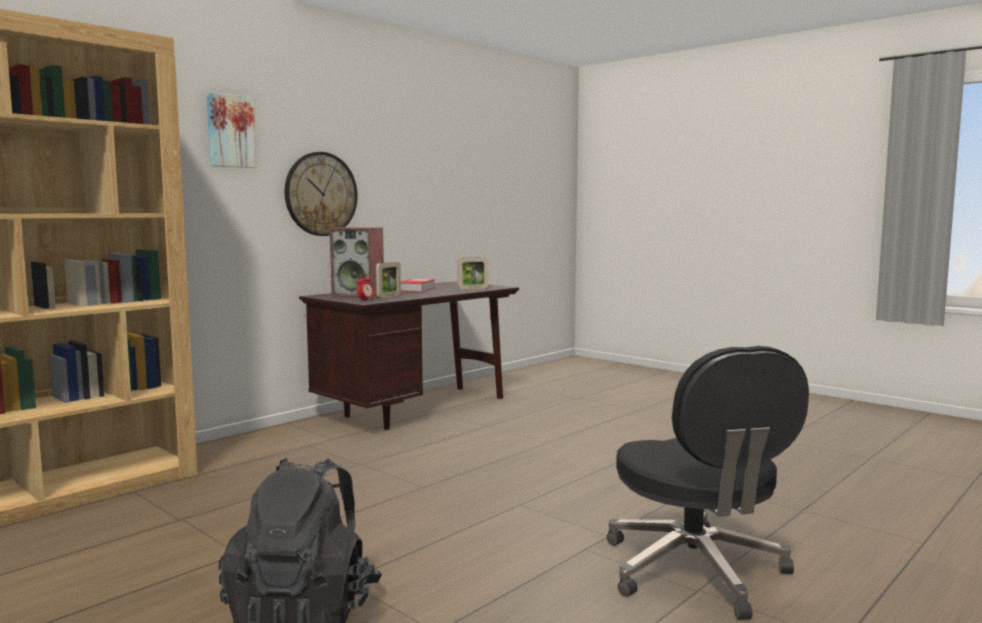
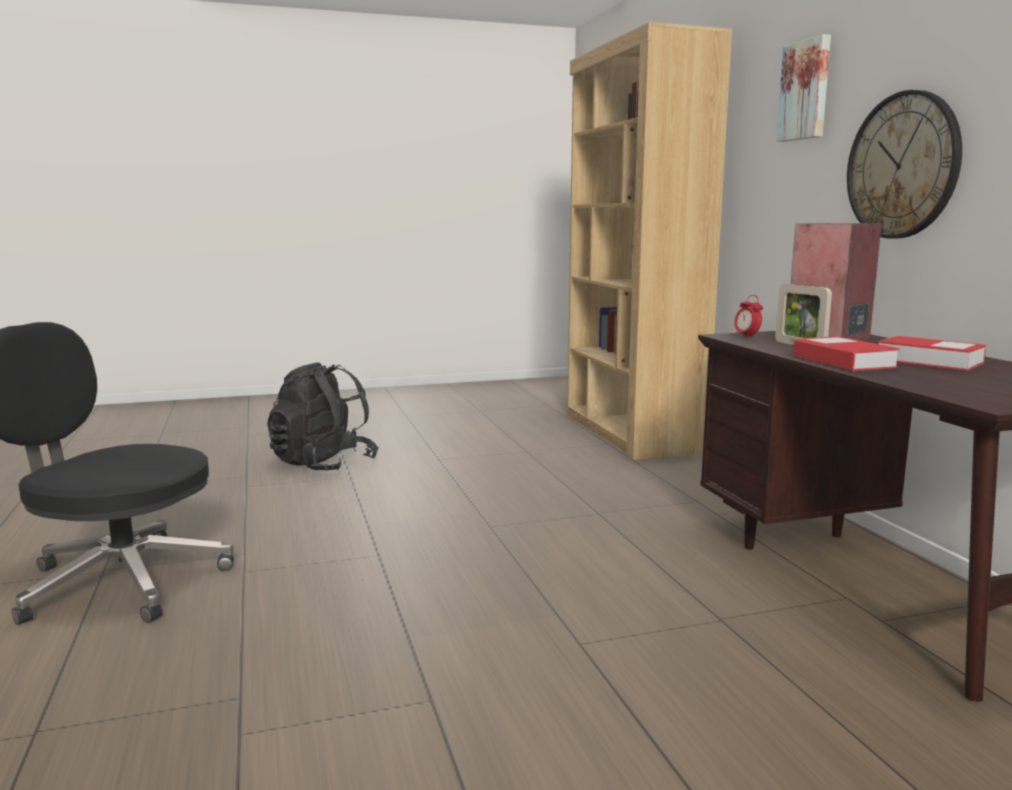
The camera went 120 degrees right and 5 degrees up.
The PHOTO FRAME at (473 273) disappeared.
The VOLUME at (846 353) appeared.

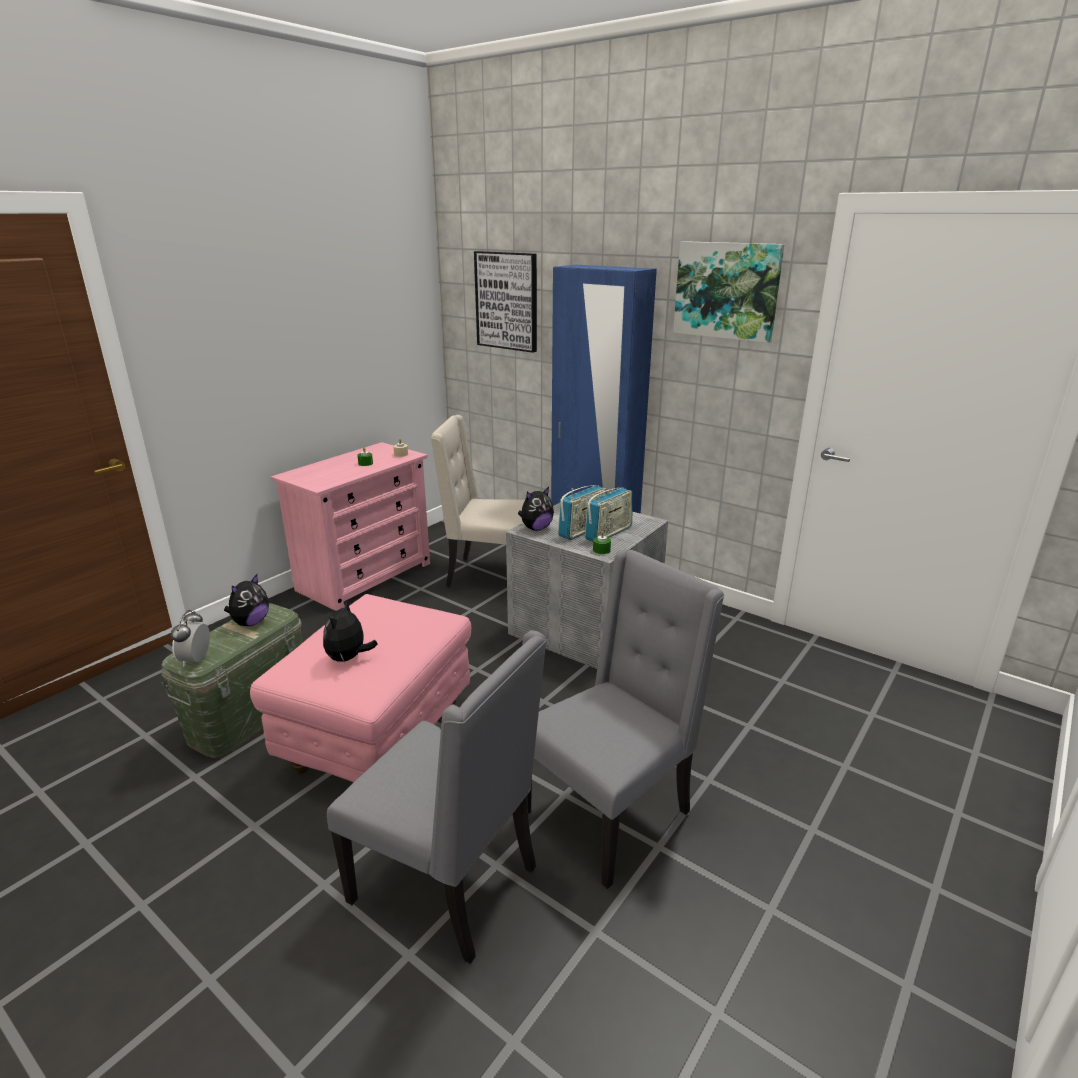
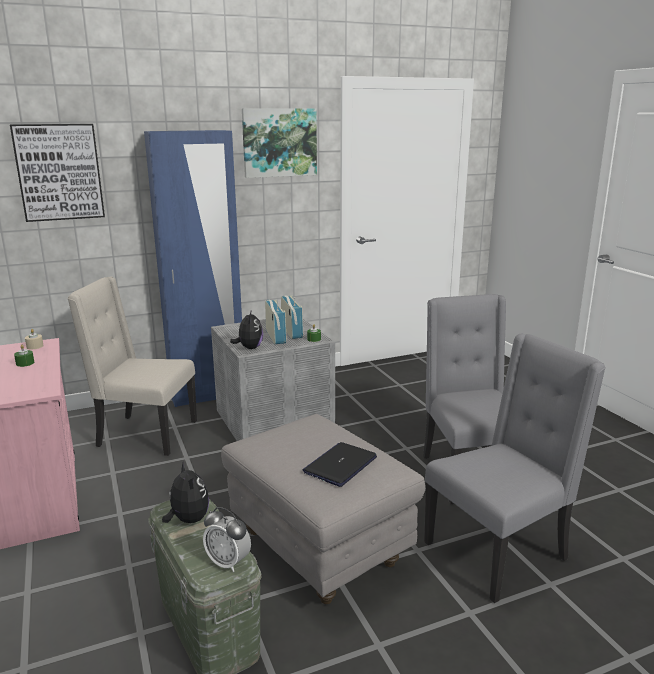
The camera went 60 degrees left and 5 degrees down.
The BEIGE CHAIR at (478 501) turned 60 degrees clockwise.
The PINKISH POUFFE at (360 688) became the GREYISH POUFFE at (323 509).
The CUDDLY TOY at (350 631) was replaced by the PORTABLE COMPUTER at (340 464).

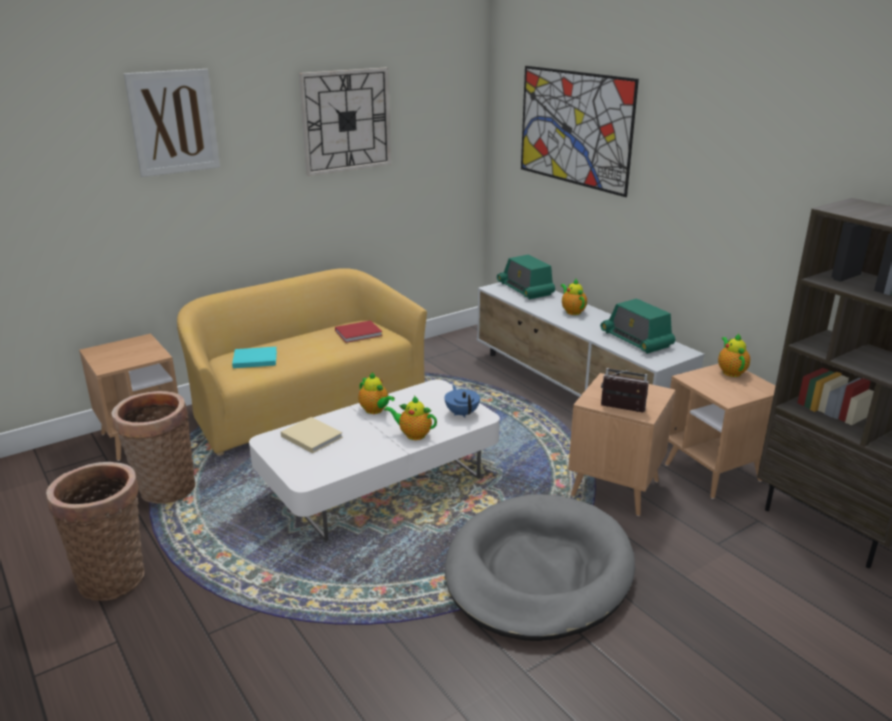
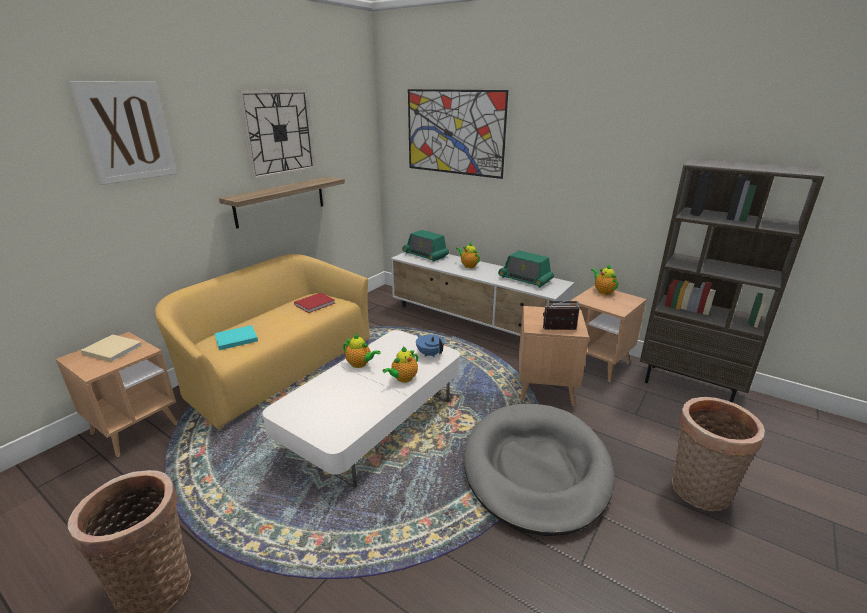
The camera went 20 degrees left and 0 degrees up.
The STORAGE BASKET moved from (153 447) to (718 454).
The POT FOR TEA at (410 418) turned 45 degrees counterclockwise.
The BEIGE VOLUME moved from (312 435) to (112 348).
The WALL SHELF at (282 203) appeared.

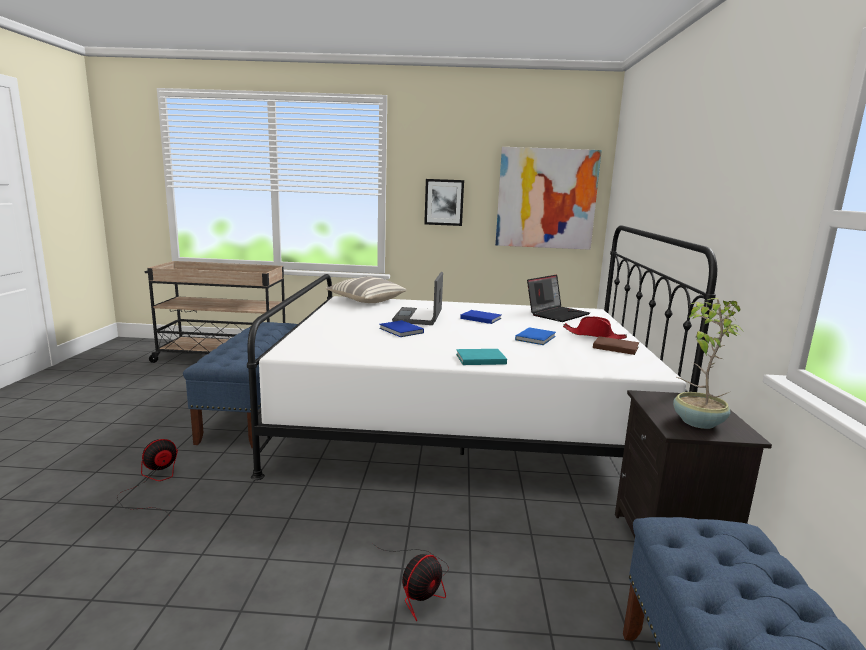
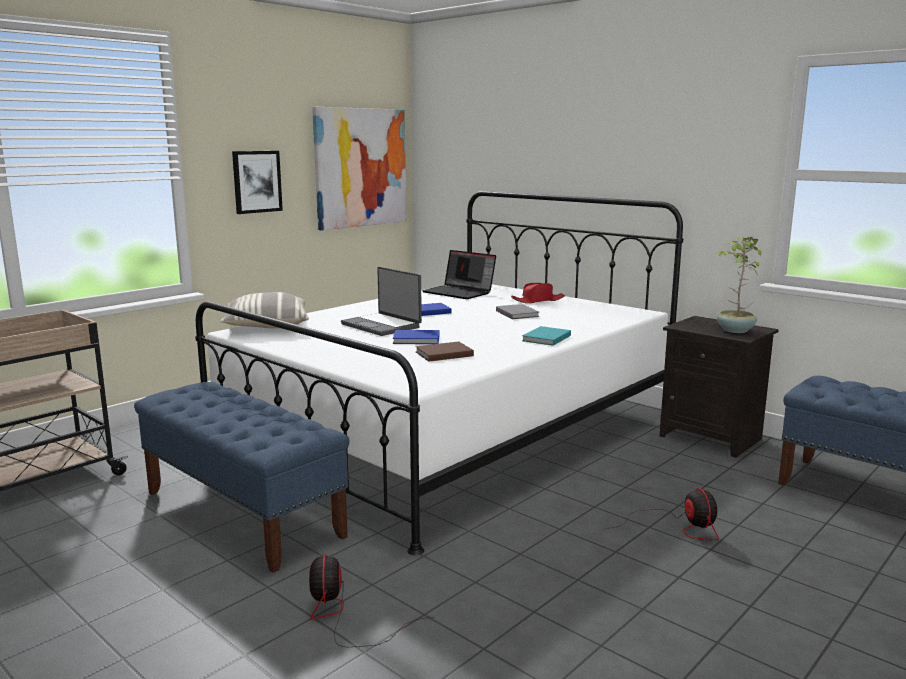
The camera went 50 degrees left and 0 degrees up.
The PORTABLE COMPUTER at (558 298) turned 135 degrees clockwise.
The BLUE-COLOURED VOLUME at (535 336) became the GREYISH VOLUME at (518 311).
The BROWN VOLUME moved from (616 345) to (444 351).

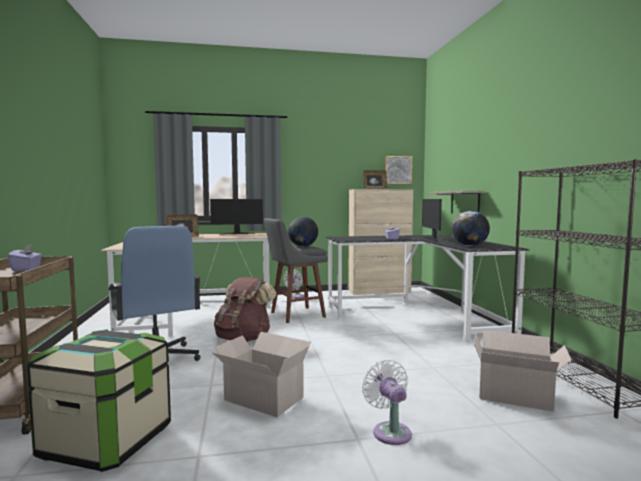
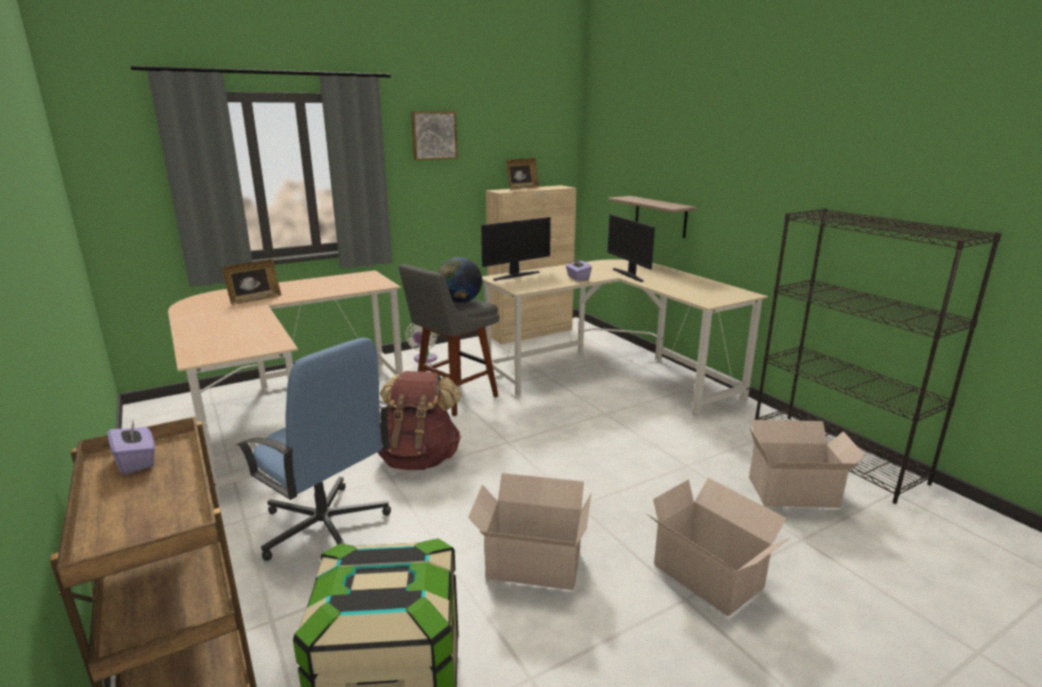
The camera went 20 degrees left and 15 degrees up.
The PICTURE moved from (398 170) to (434 135).
The COMPUTER DISPLAY moved from (236 216) to (516 249).
The DESK GLOBE at (471 228) disappeared.
The BLACK DESK UNIT at (428 289) became the BEIGE DESK UNIT at (625 338).
The WHITISH COOLING FAN at (387 402) was replaced by the CARTON at (718 547).

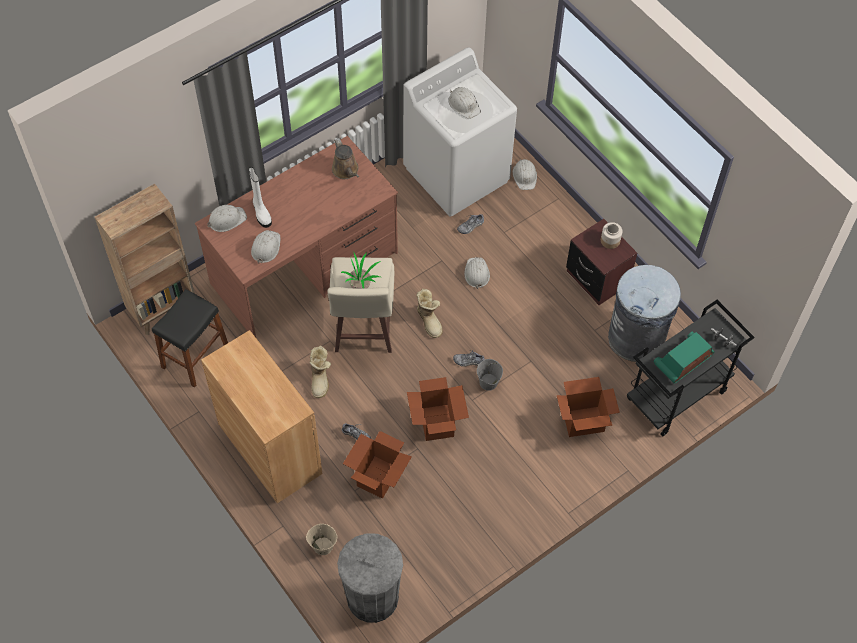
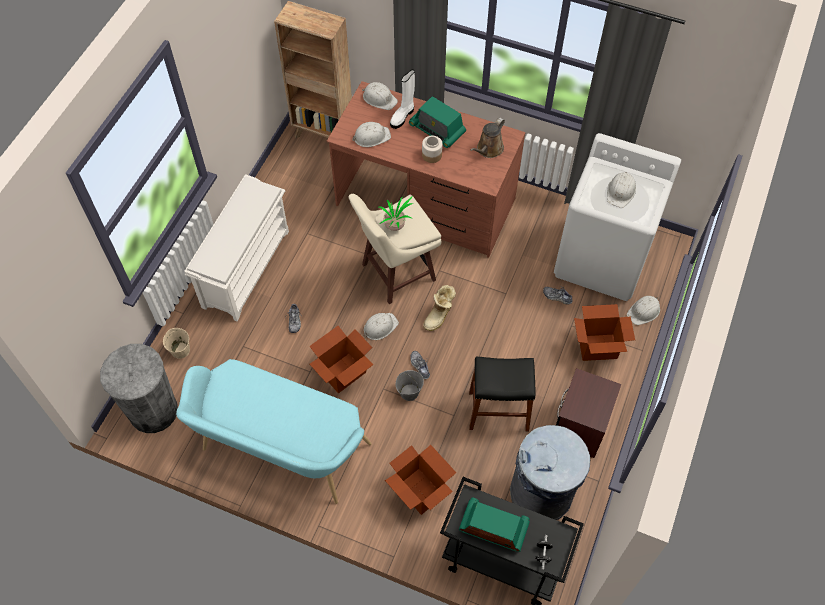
The camera went 60 degrees right and 0 degrees up.
The PRESERVE JAR moved from (611 235) to (432 149).
The WHITISH SAFETY HELMET moved from (477 273) to (381 326).
The BLACK SITTING STOOL moved from (190 338) to (502 394).
The BROWN CABINET at (261 416) was replaced by the WHITISH SHOE RACK at (236 247).
The HIGH-TOP BOOT at (320 372) disappeared.
The CARTON moved from (377 465) to (604 332).
The RADIO RECEIVER at (437 122) appeared.
The TURQUOISE-COLOURED BENCH at (274 431) appeared.

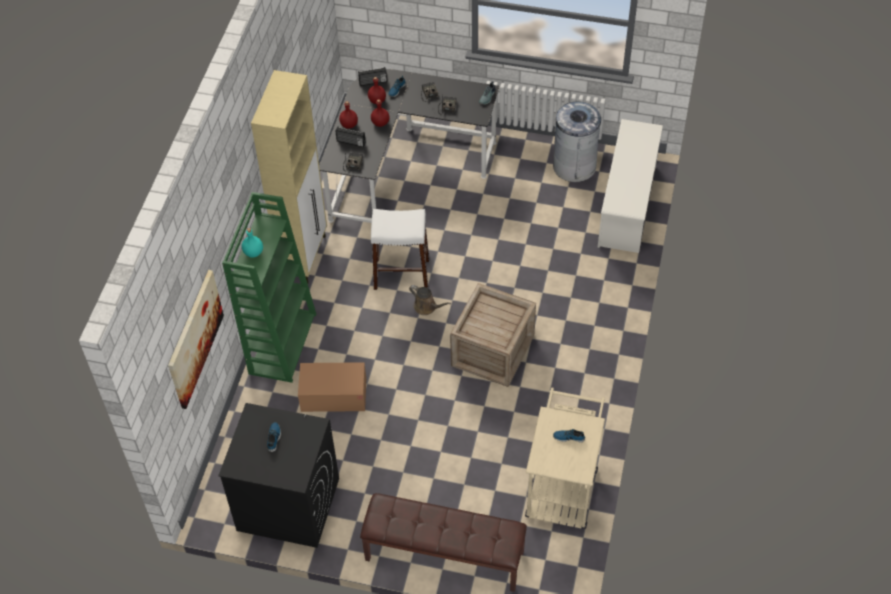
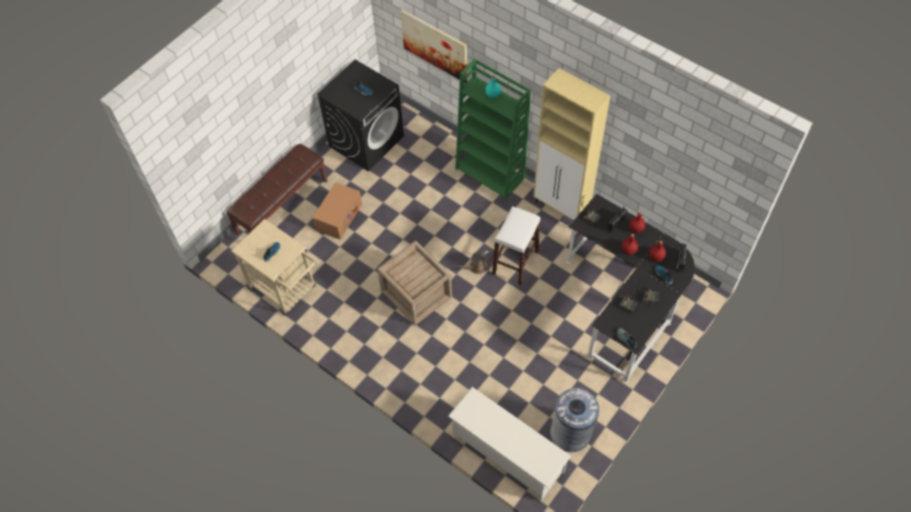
The camera went 115 degrees right and 5 degrees up.
The CARTON moved from (332 387) to (337 211).

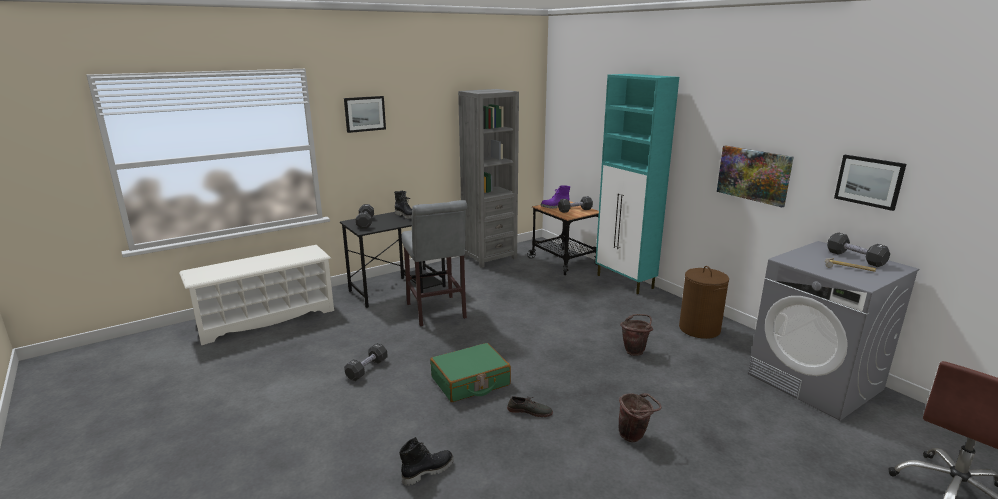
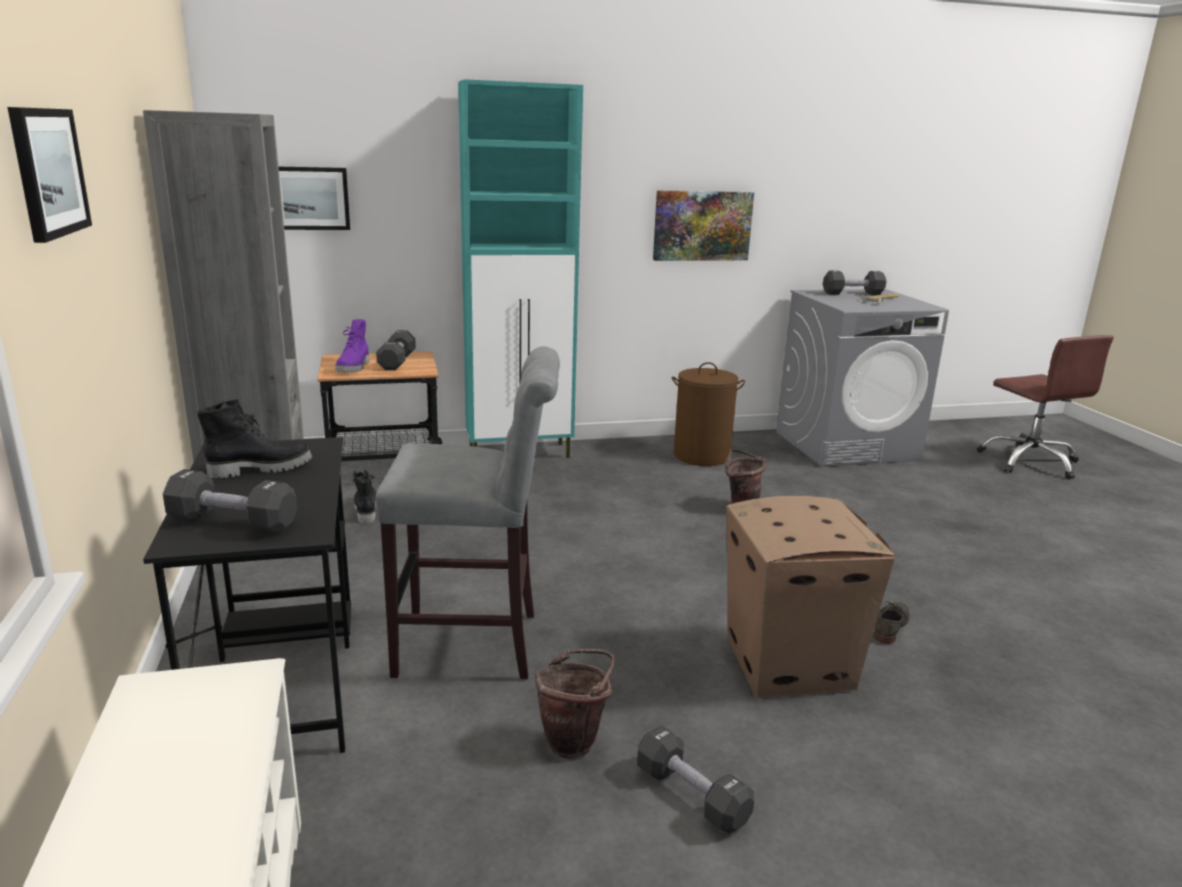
The camera went 70 degrees left and 0 degrees up.
The PICTURE moved from (870 183) to (314 198).
The GREEN-COLOURED TRAVEL CASE at (470 372) was replaced by the CARTON at (811 597).
The BROWN PAIL moved from (640 417) to (575 703).
The BLACK HIGH-TOP BOOT moved from (426 461) to (364 497).

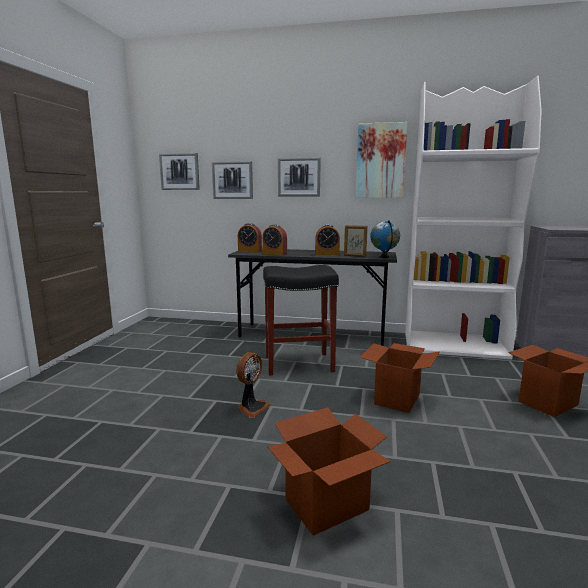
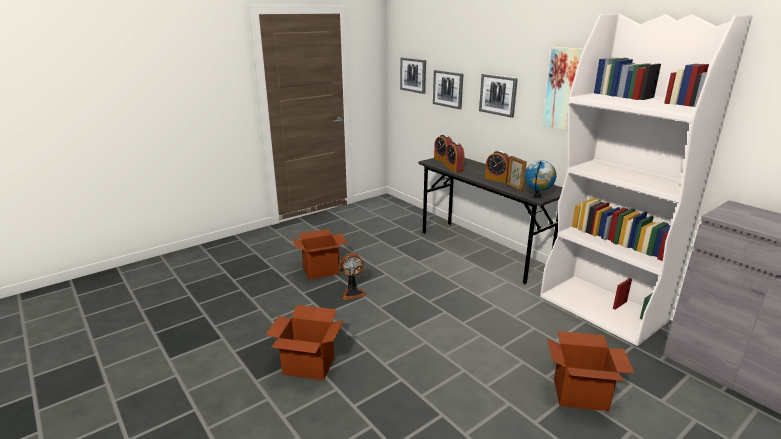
The camera went 40 degrees right and 10 degrees up.
The BLACK SITTING STOOL at (301 320) disappeared.
The CARTON moved from (399 378) to (320 254).

